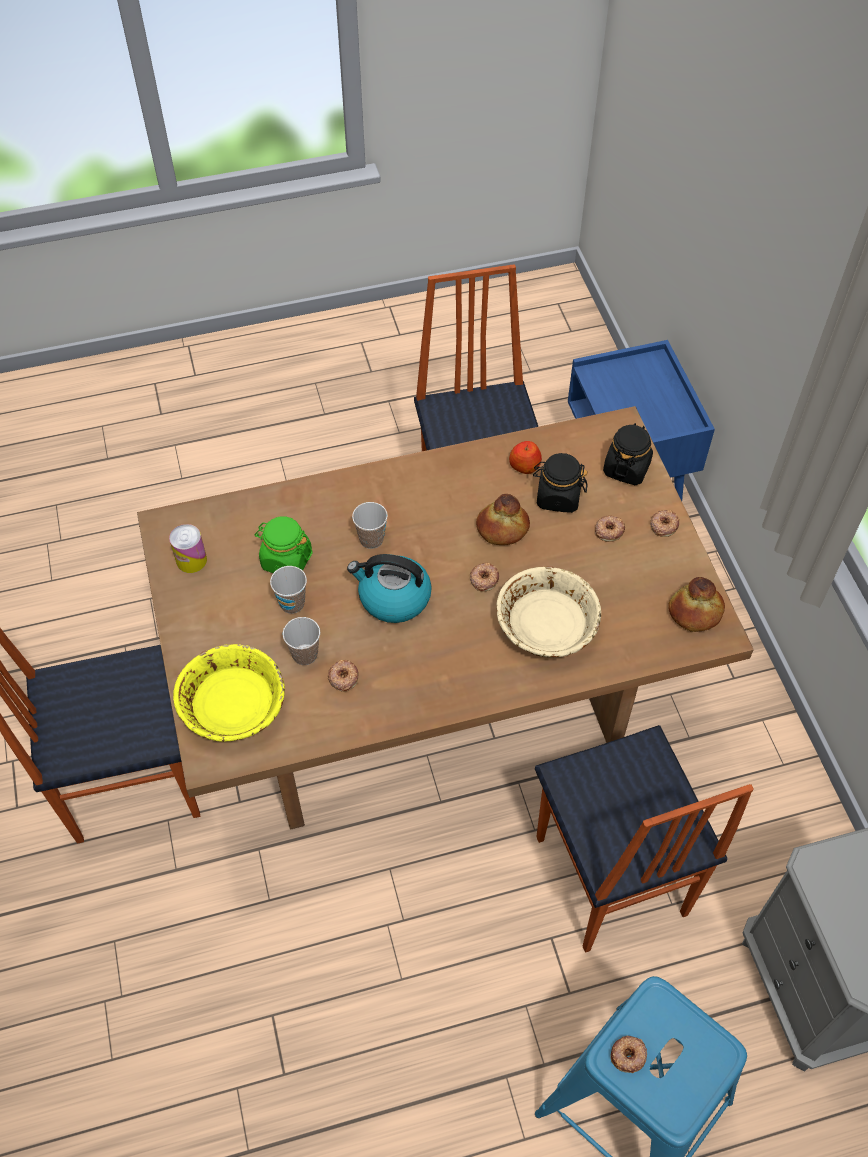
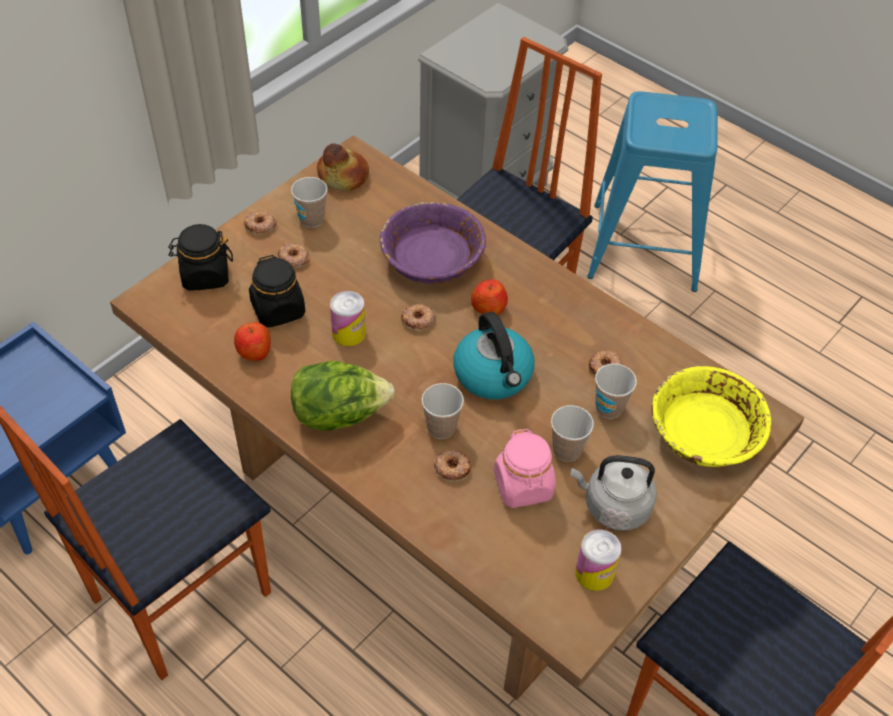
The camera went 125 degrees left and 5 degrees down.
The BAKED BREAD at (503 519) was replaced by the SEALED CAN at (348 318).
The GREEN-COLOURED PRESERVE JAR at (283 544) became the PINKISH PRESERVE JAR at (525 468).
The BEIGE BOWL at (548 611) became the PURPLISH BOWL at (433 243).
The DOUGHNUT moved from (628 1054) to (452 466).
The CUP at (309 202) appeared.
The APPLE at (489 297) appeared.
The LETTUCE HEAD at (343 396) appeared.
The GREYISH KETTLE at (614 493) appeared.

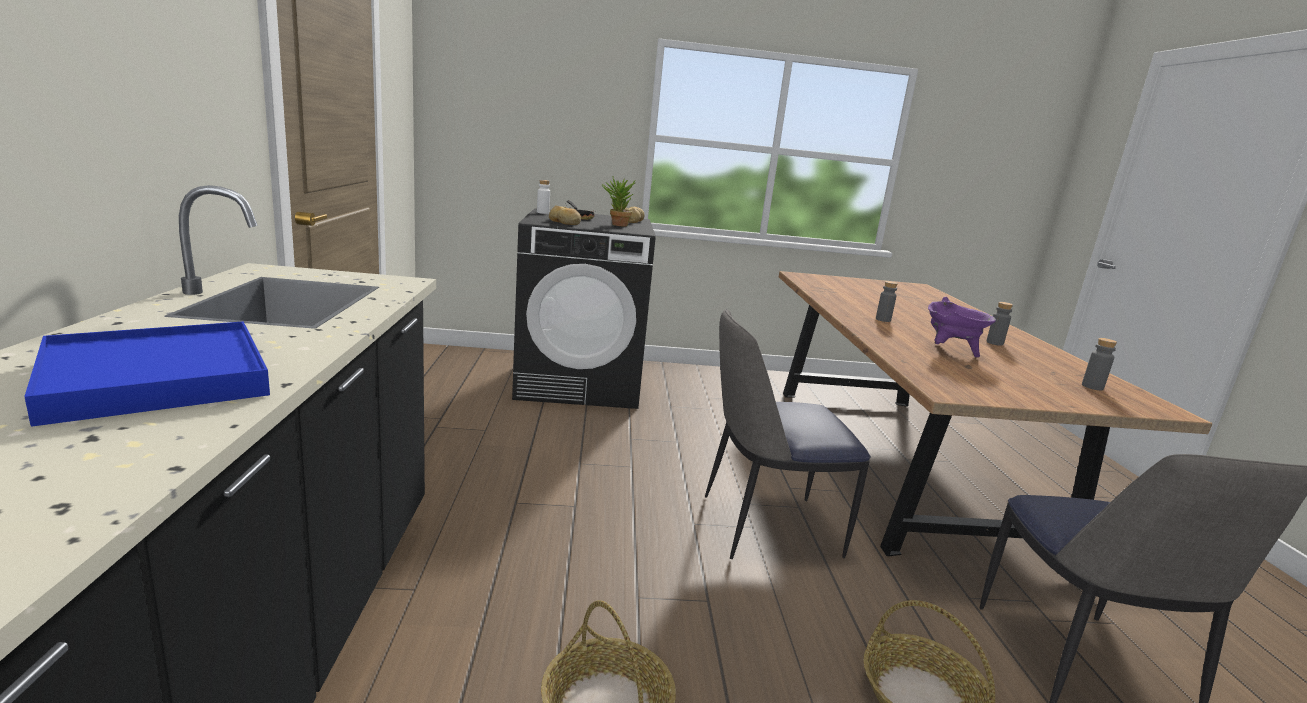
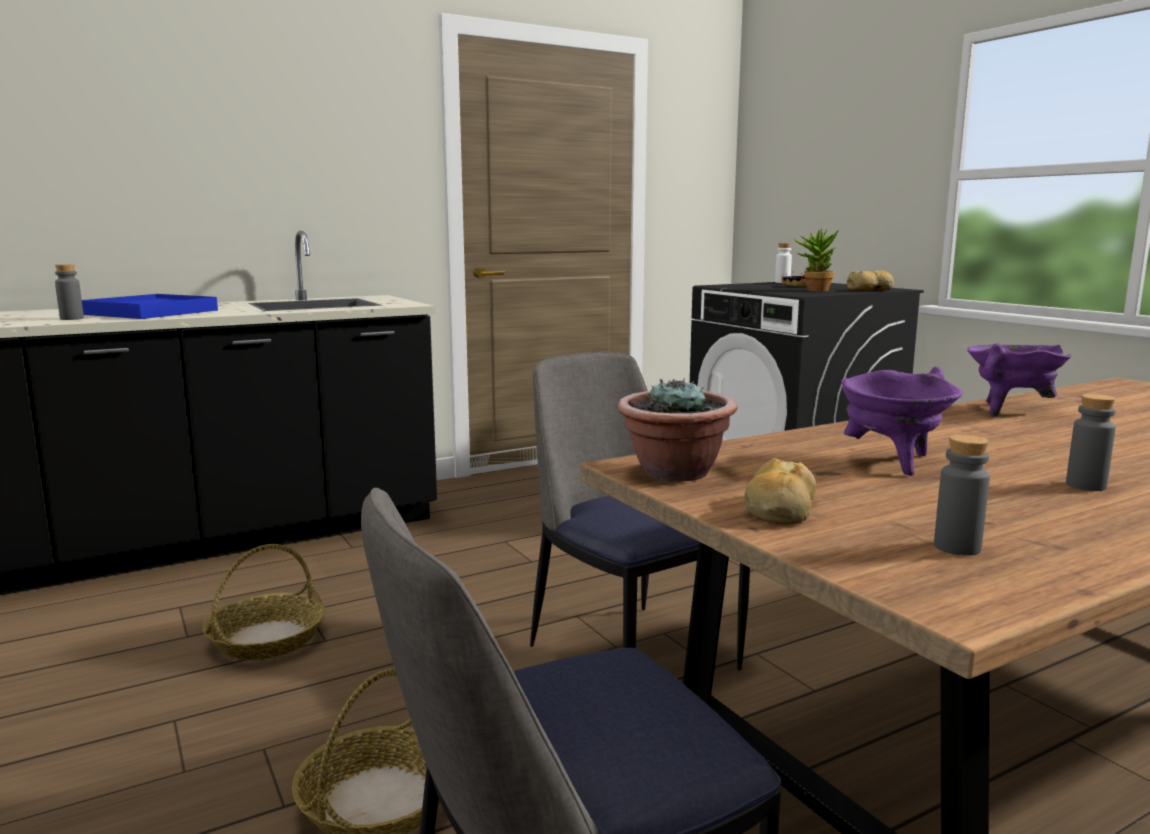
The camera went 65 degrees right and 5 degrees down.
The BAKED BREAD moved from (565 215) to (780 491).
The GREYISH BEVERAGE BOTTLE moved from (887 301) to (69 292).
The PURPLISH COOKING POT at (1019 380) appeared.
The HOUSEPLANT at (677 430) appeared.

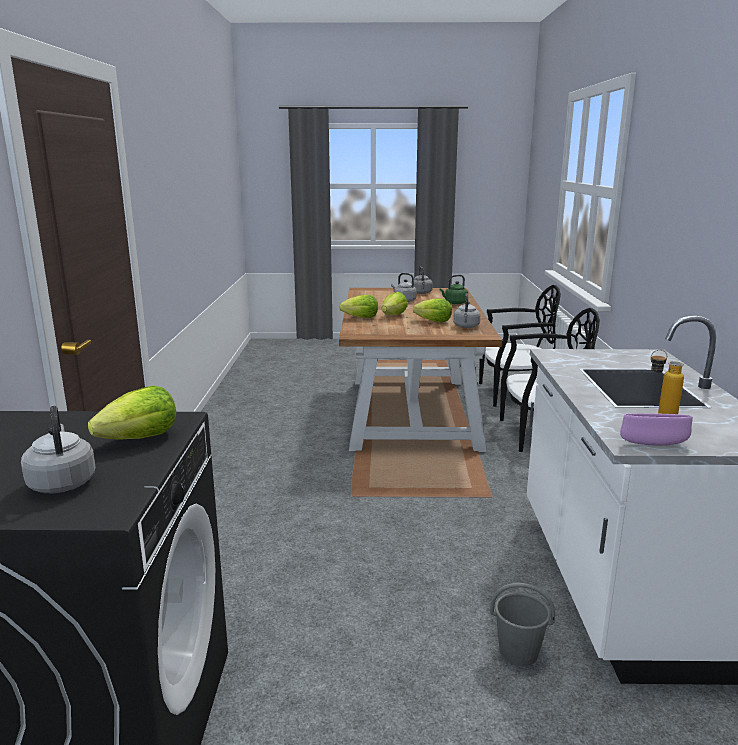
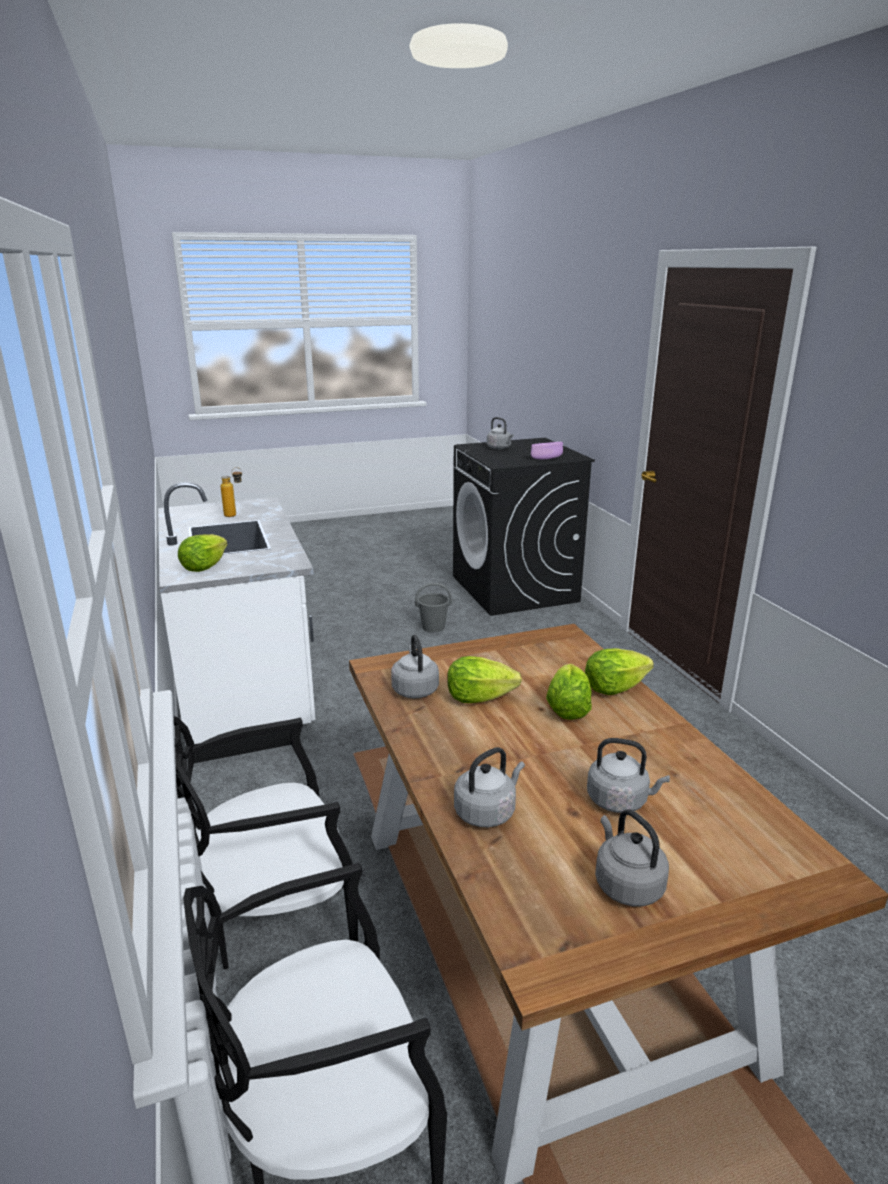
The camera went 160 degrees right and 5 degrees up.
The GREEN-COLOURED KETTLE at (453 289) became the GREYISH KETTLE at (489 787).
The LETTUCE HEAD moved from (132 412) to (202 553).
The PURPLISH BOWL moved from (656 429) to (547 450).
The GREYISH PAIL moved from (522 624) to (433 607).

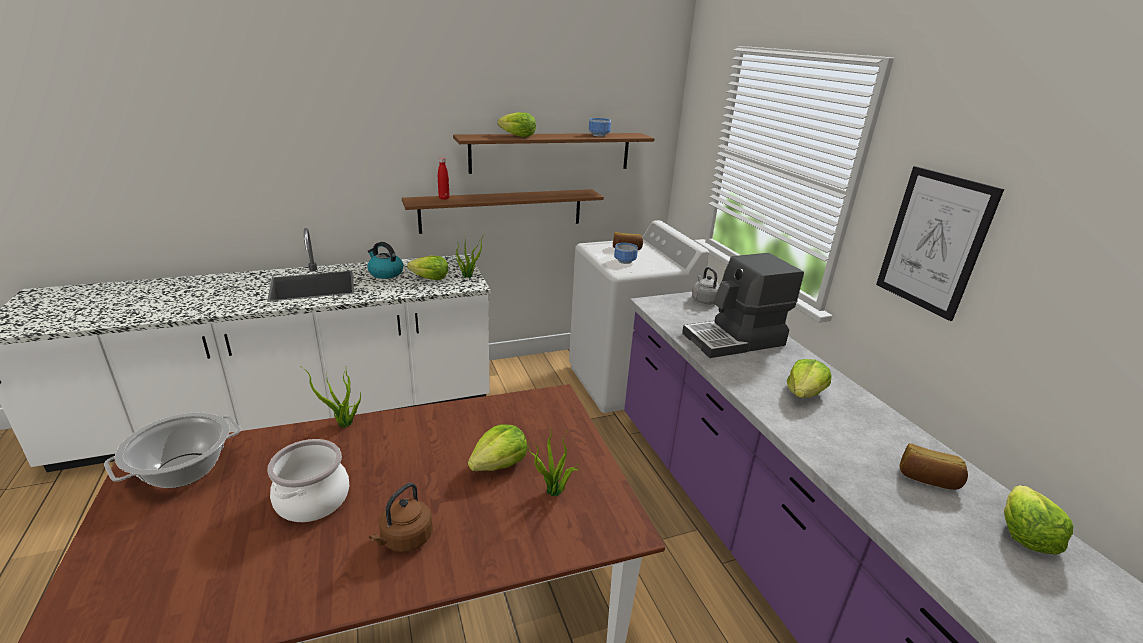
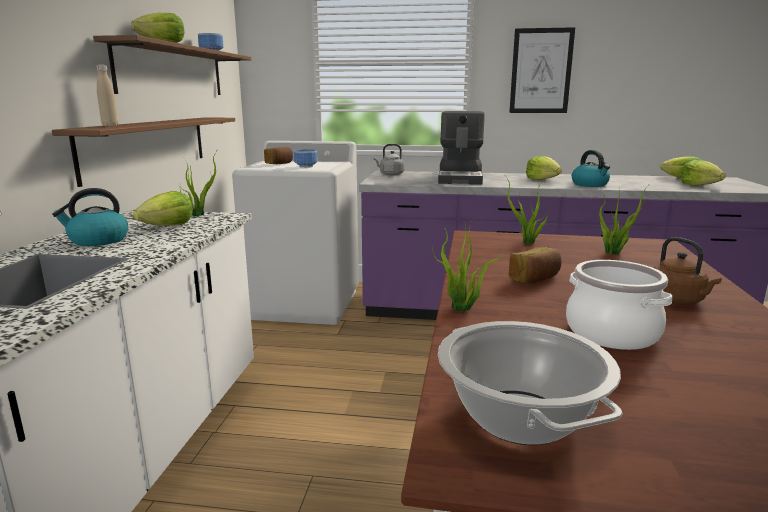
The camera went 60 degrees left and 10 degrees down.
The REDDISH BEVERAGE BOTTLE at (443 179) became the BEIGE BEVERAGE BOTTLE at (107 95).
The LETTUCE HEAD moved from (498 447) to (703 173).
The BAKED BREAD moved from (934 466) to (535 265).
The KETTLE at (591 168) appeared.
The HOUSEPLANT at (525 208) appeared.

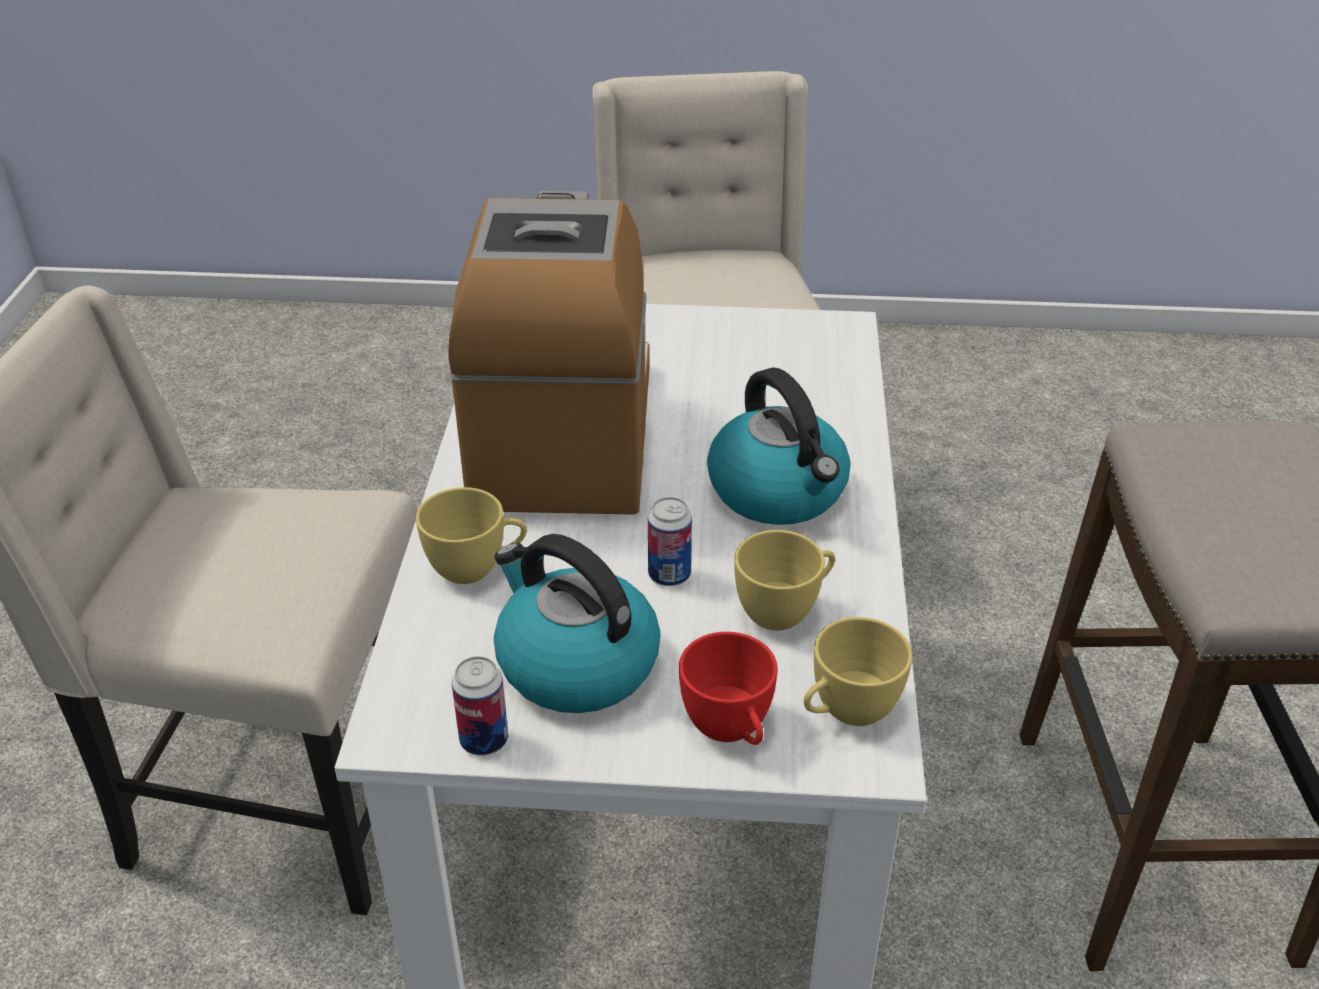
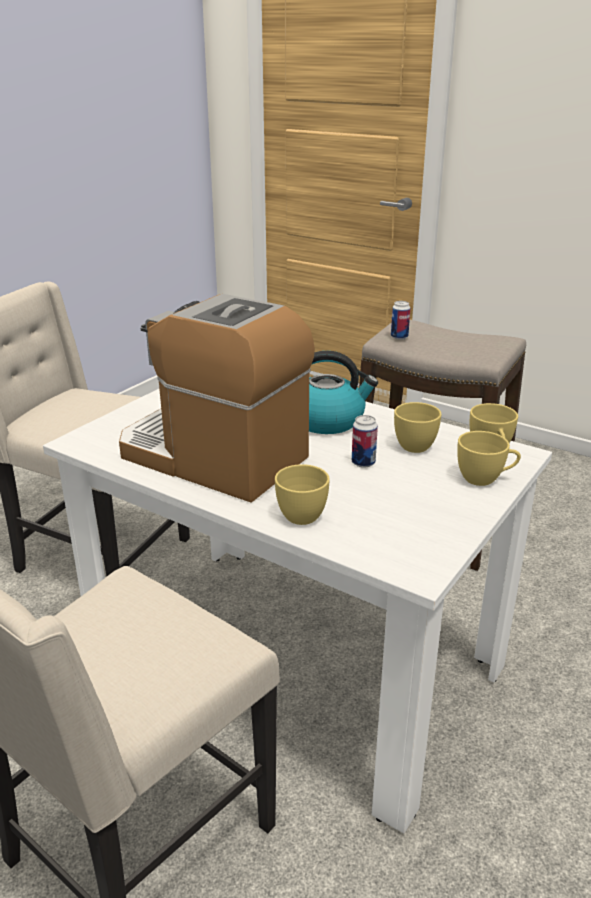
The camera went 60 degrees left and 10 degrees down.
The KETTLE at (577 623) disappeared.
The REDDISH CUP at (728 688) became the YELLOW-COLOURED CUP at (489 458).
The SEALED CAN moved from (480 706) to (400 320).

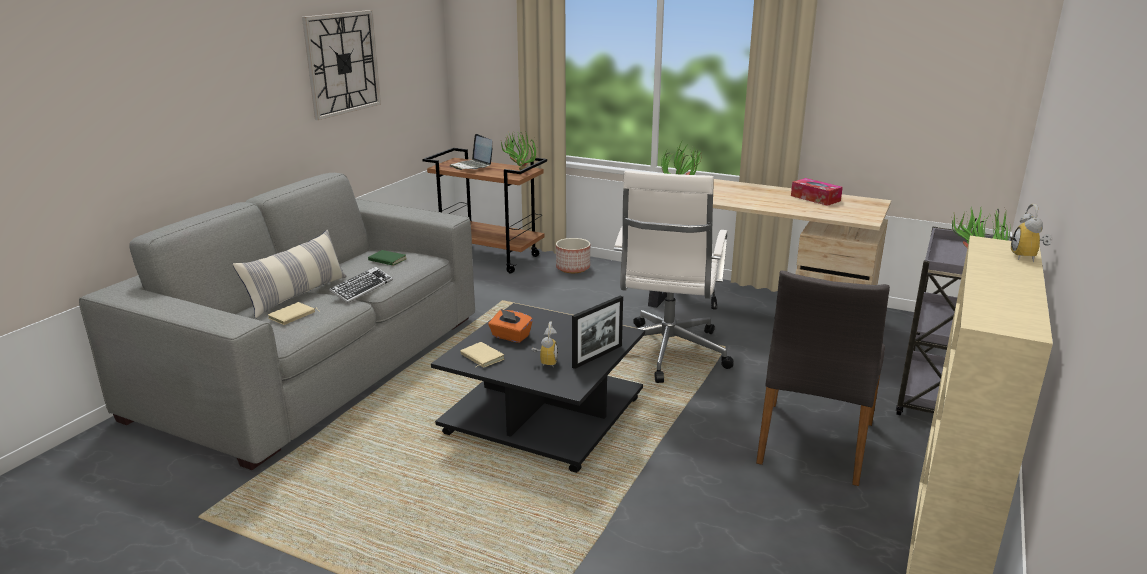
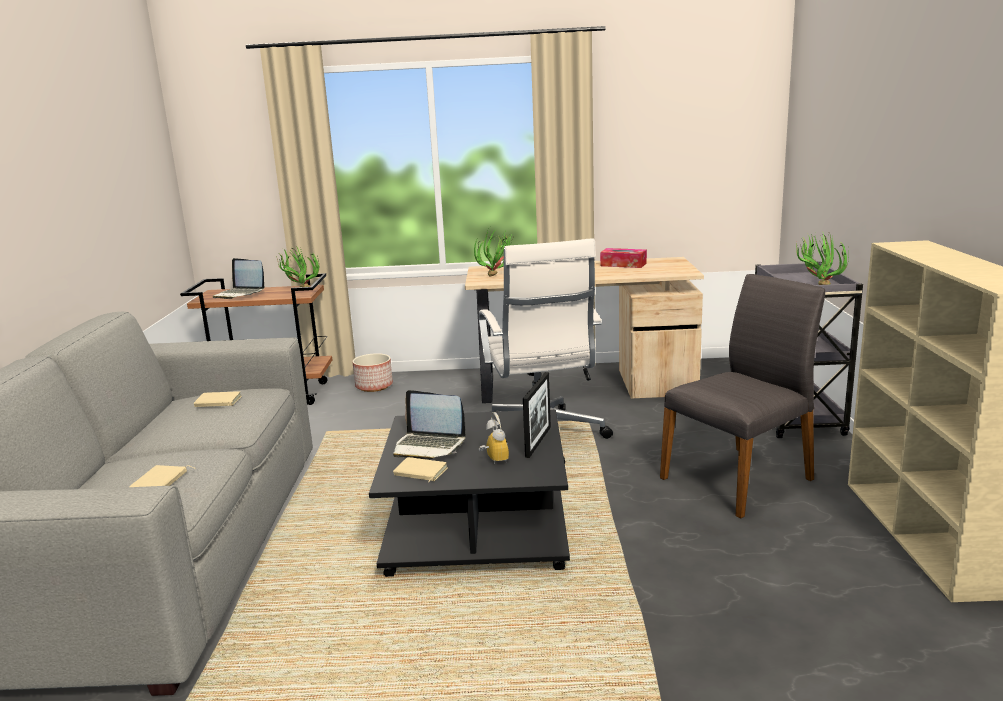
The camera went 25 degrees left and 5 degrees down.
The WALL CLOCK at (341 65) disappeared.
The ALARM CLOCK at (1031 233) disappeared.
The THROW PILLOW at (290 274) disappeared.
The GREEN-COLOURED VOLUME at (387 258) became the BEIGE VOLUME at (218 399).
The COMPUTER KEYBOARD at (361 285) disappeared.
The GREYISH CHAIR at (823 378) turned 120 degrees counterclockwise.
The ORANGE TISSUE BOX at (510 326) was replaced by the PORTABLE COMPUTER at (429 425).

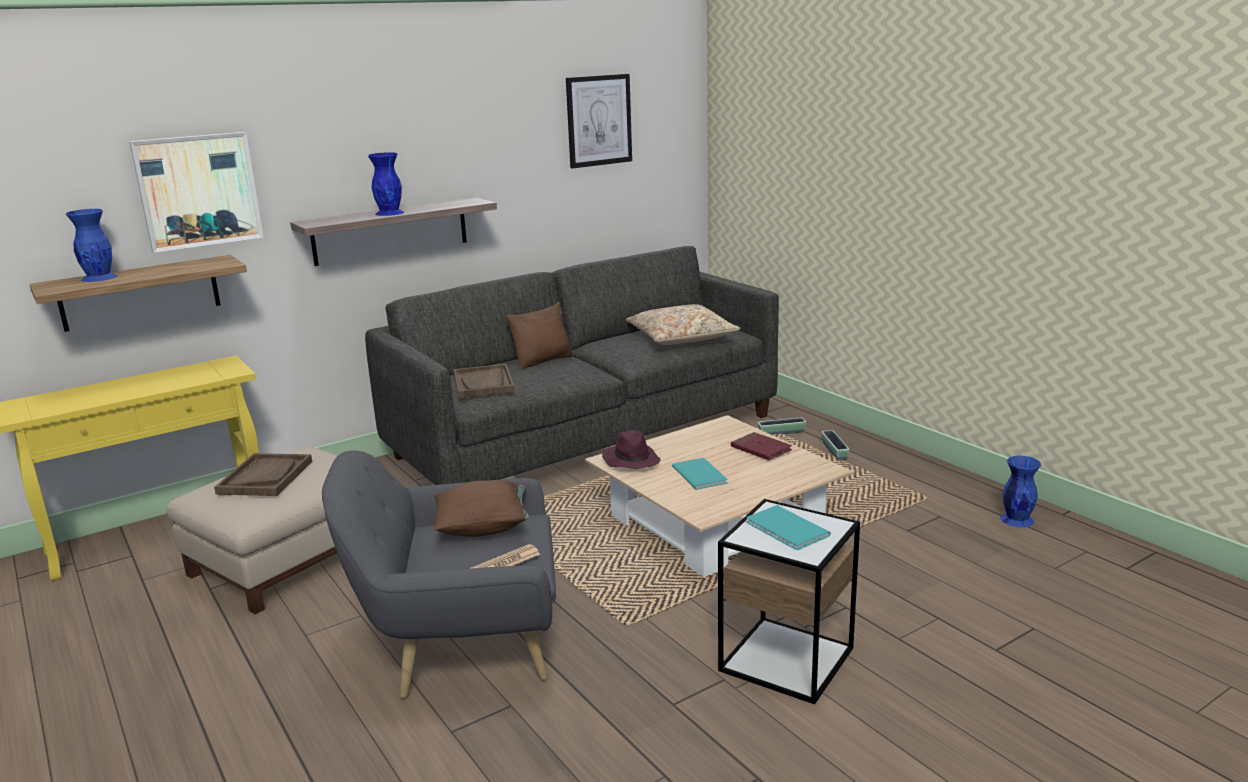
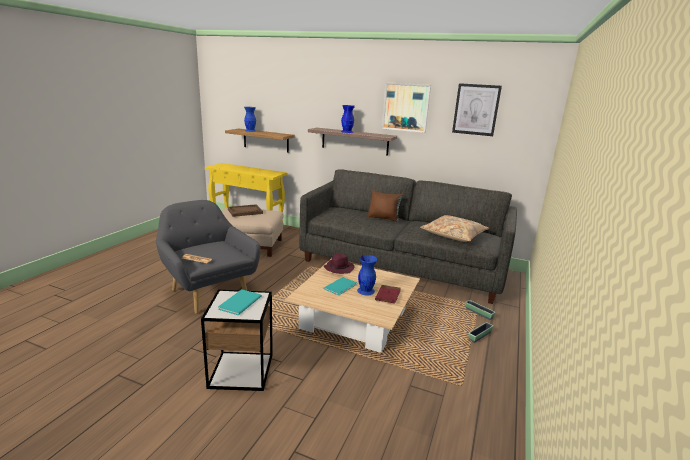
The camera went 55 degrees right and 0 degrees up.
The PICTURE moved from (196 192) to (406 107).
The BROWN CARRYING TRAY at (484 381) disappeared.
The BLUE-COLOURED VASE moved from (1020 491) to (367 275).
The BROWN THROW PILLOW at (481 508) disappeared.

